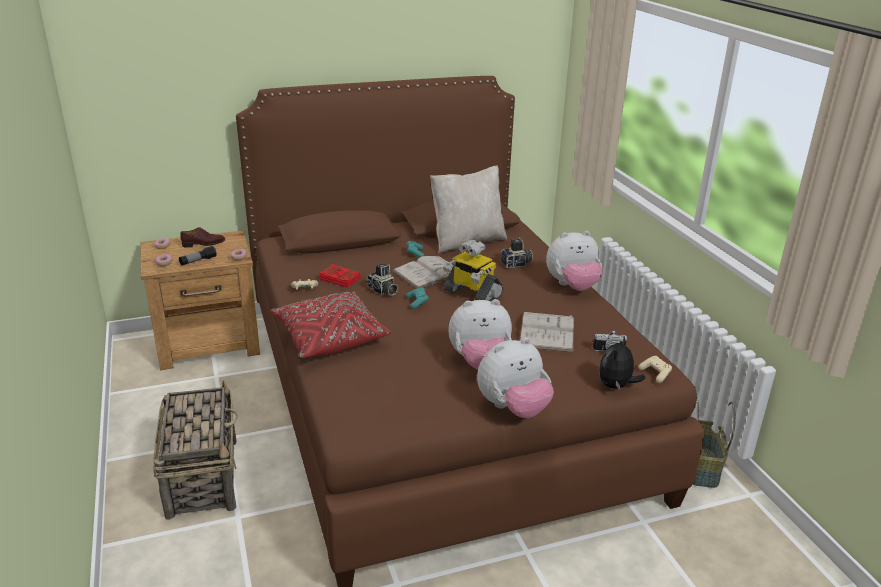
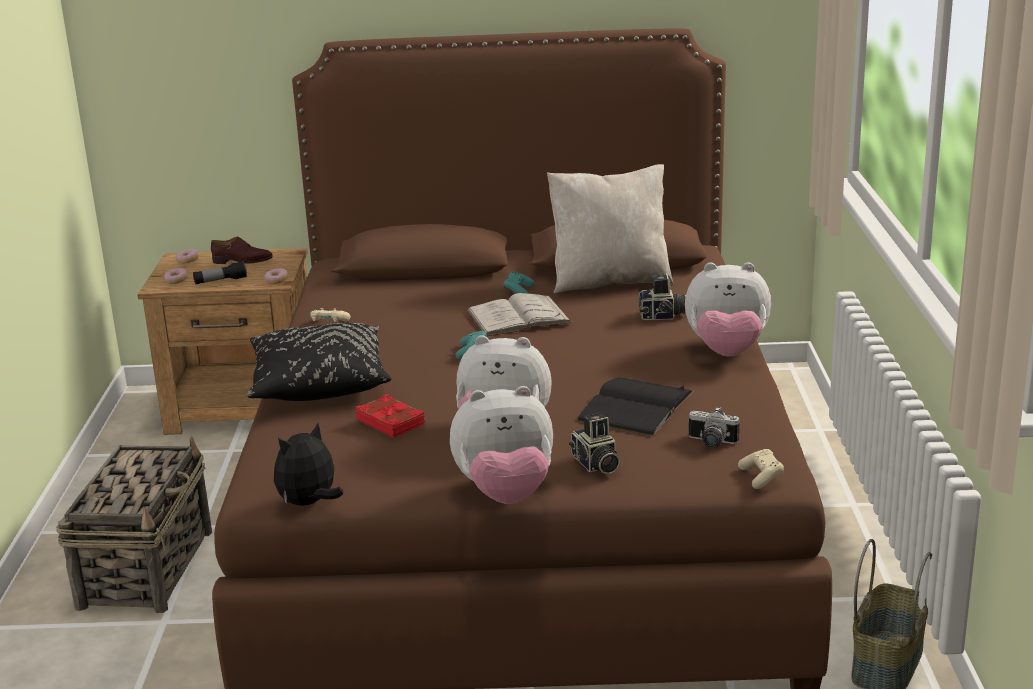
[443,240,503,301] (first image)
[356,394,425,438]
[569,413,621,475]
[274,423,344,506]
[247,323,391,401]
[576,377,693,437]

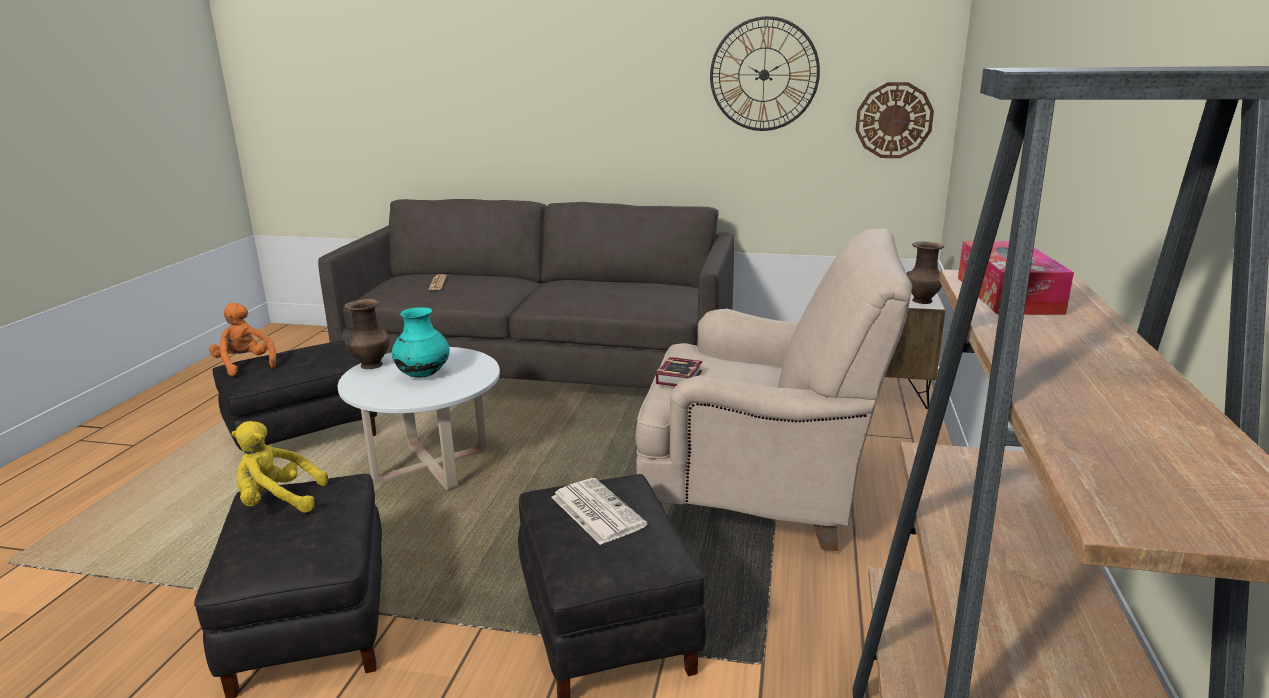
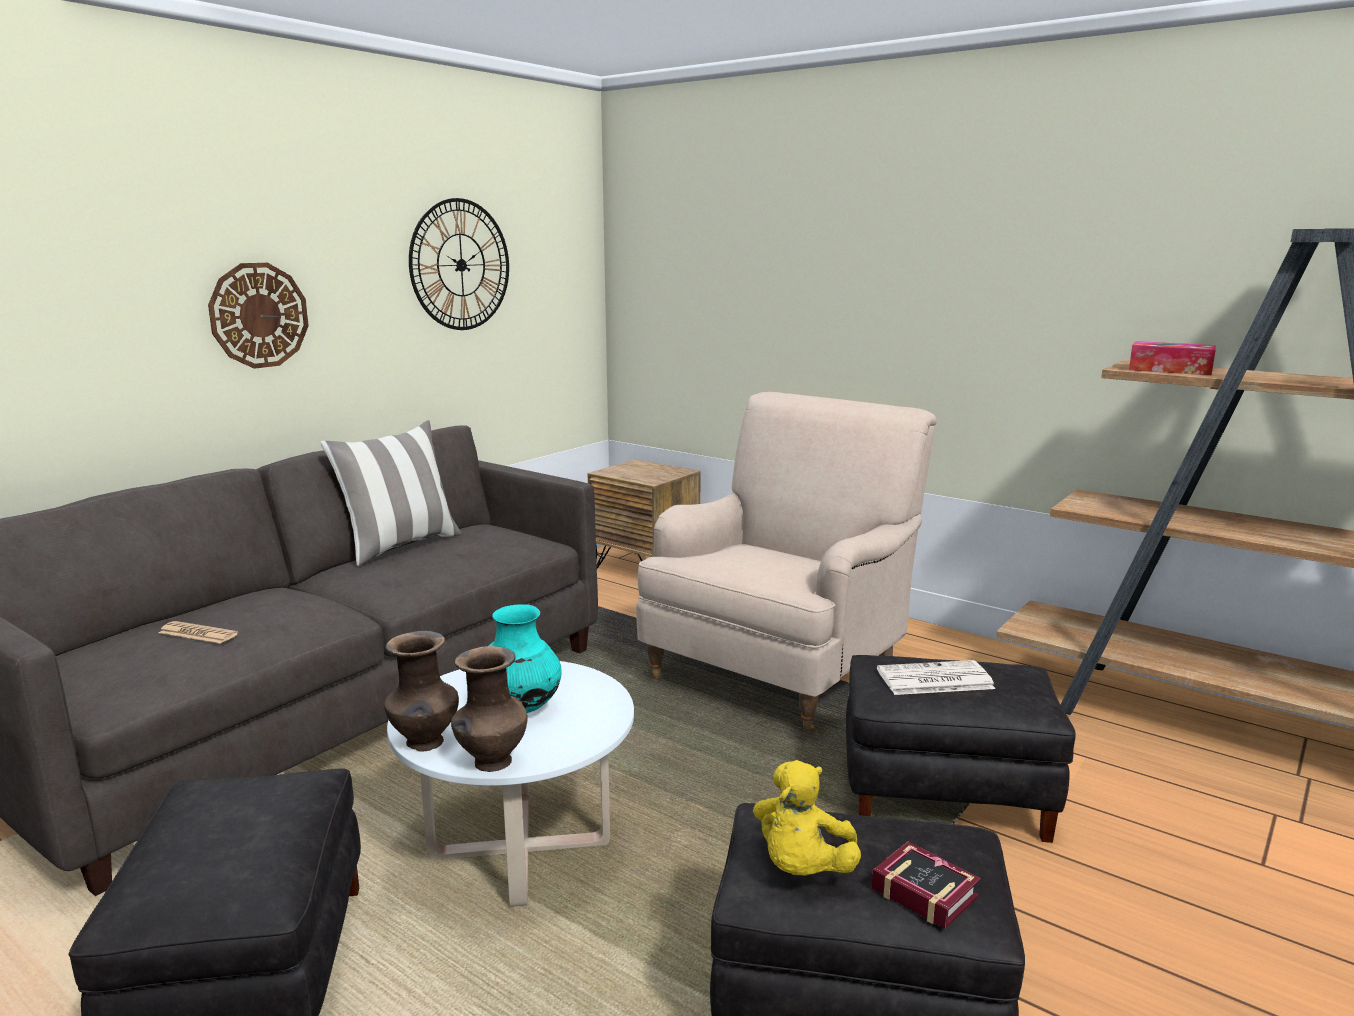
[209,303,276,376] (first image)
[320,420,462,566]
[872,842,981,929]
[208,263,309,369]
[451,646,527,772]

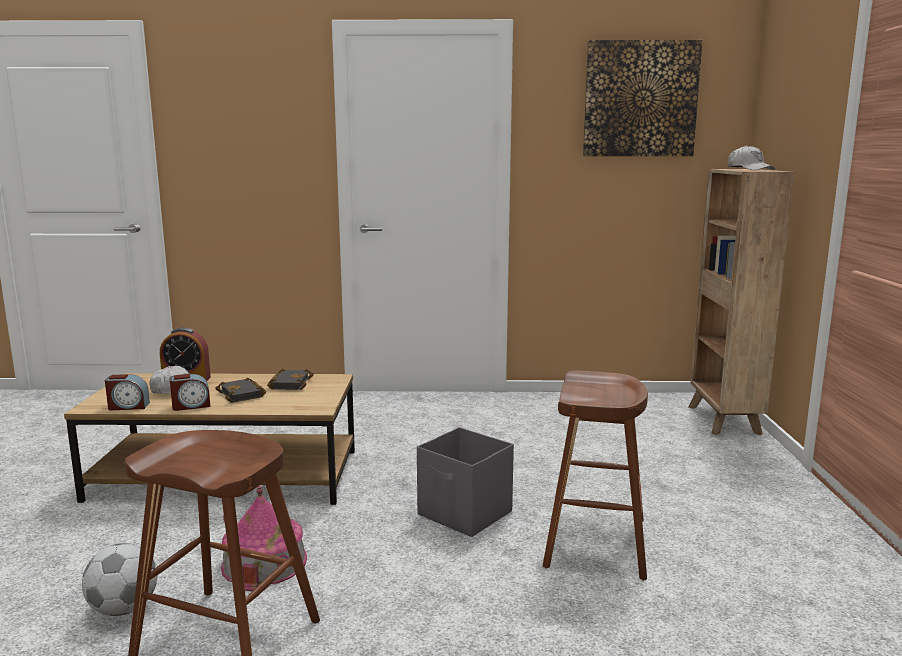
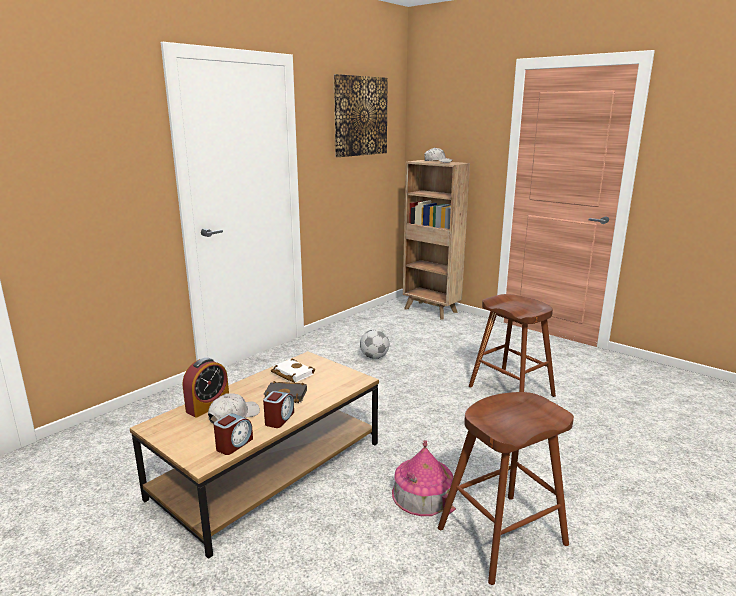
[417,427,514,537] (first image)
[360,329,389,359]
[271,359,315,383]

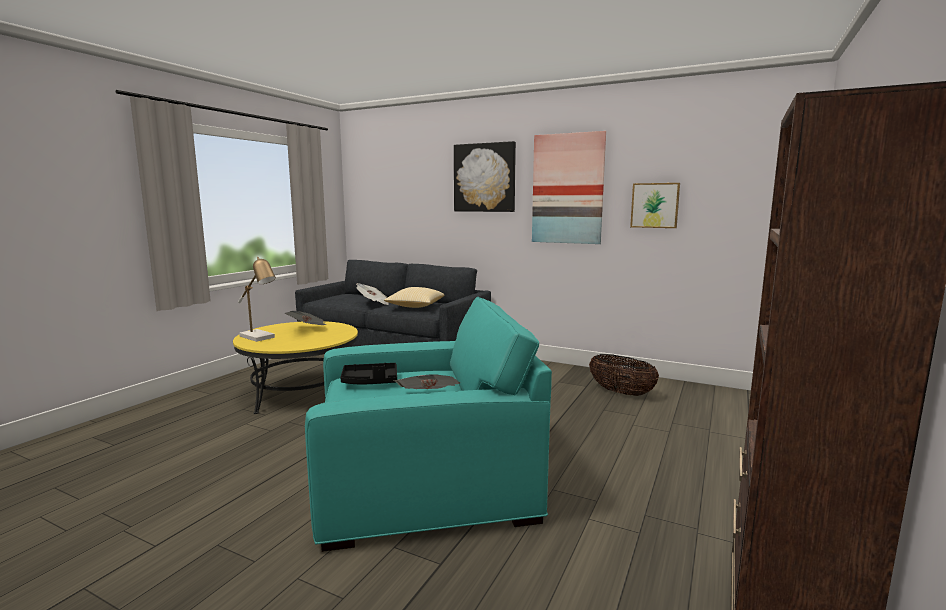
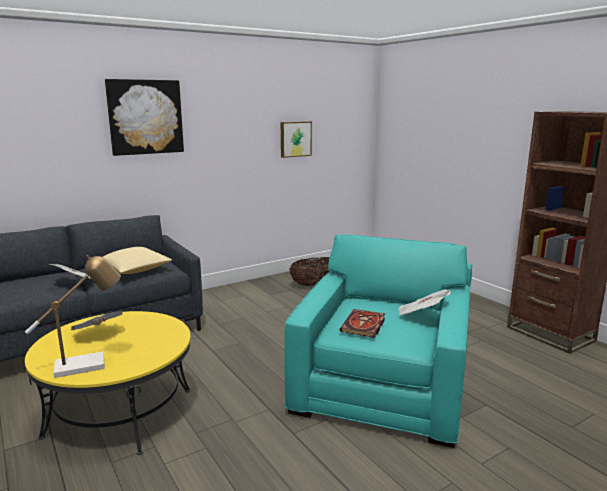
[532,131,606,244] (first image)
[340,309,385,338]

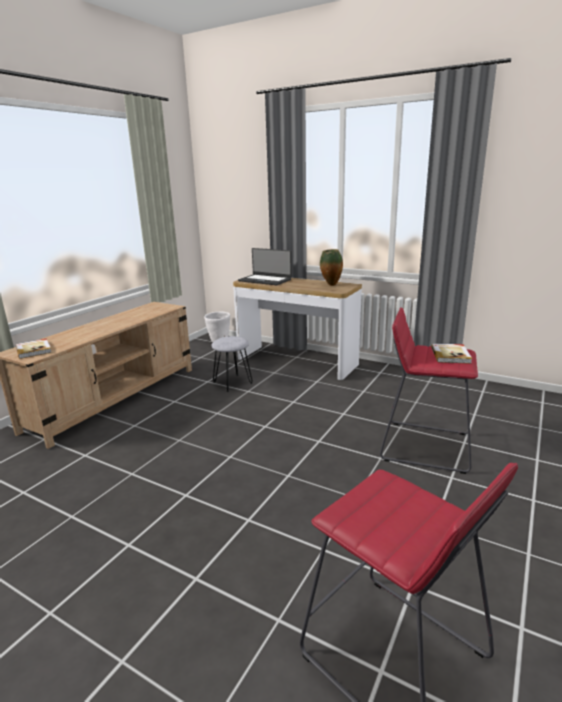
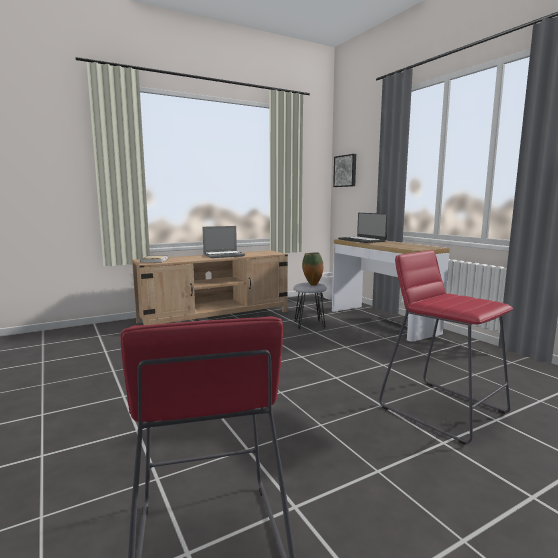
[431,343,472,364] (first image)
[203,226,245,258]
[333,154,356,187]
[302,253,323,286]

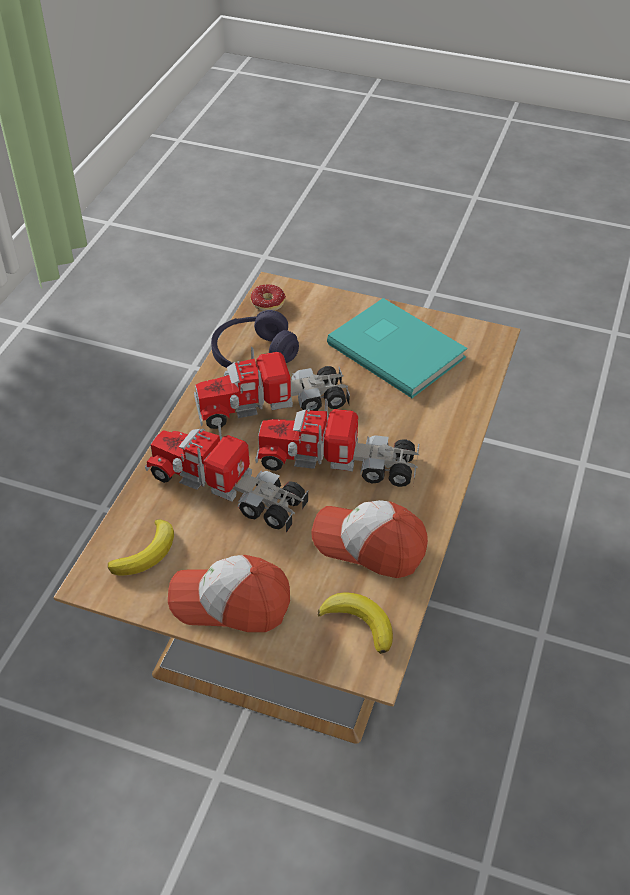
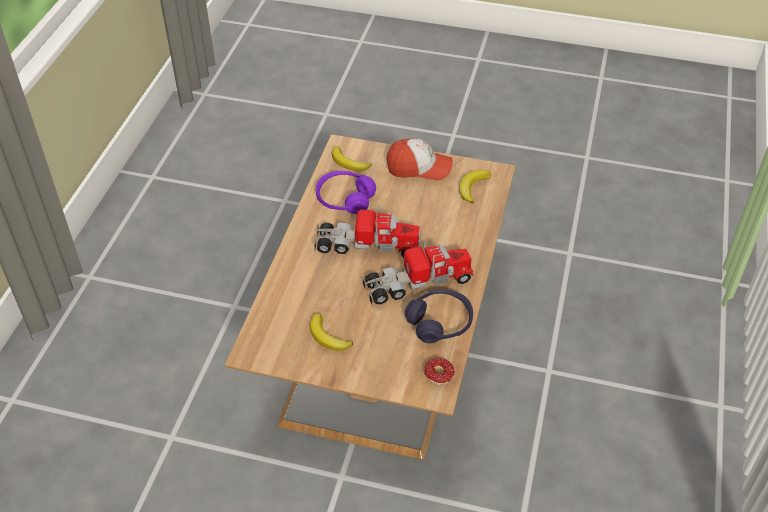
[145,423,309,533] (first image)
[316,171,376,214]
[310,313,353,351]

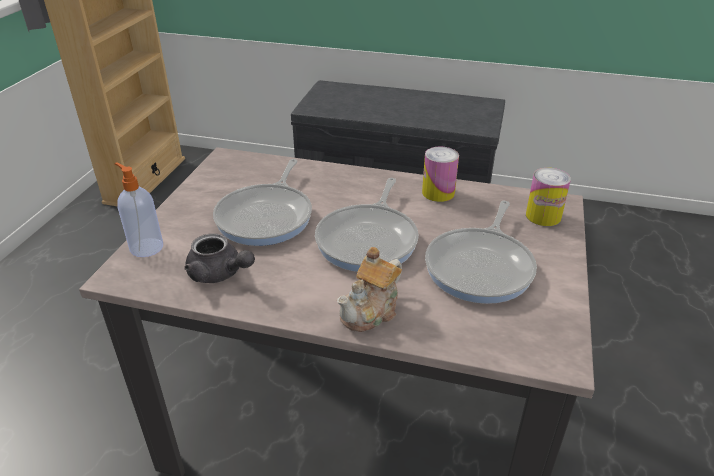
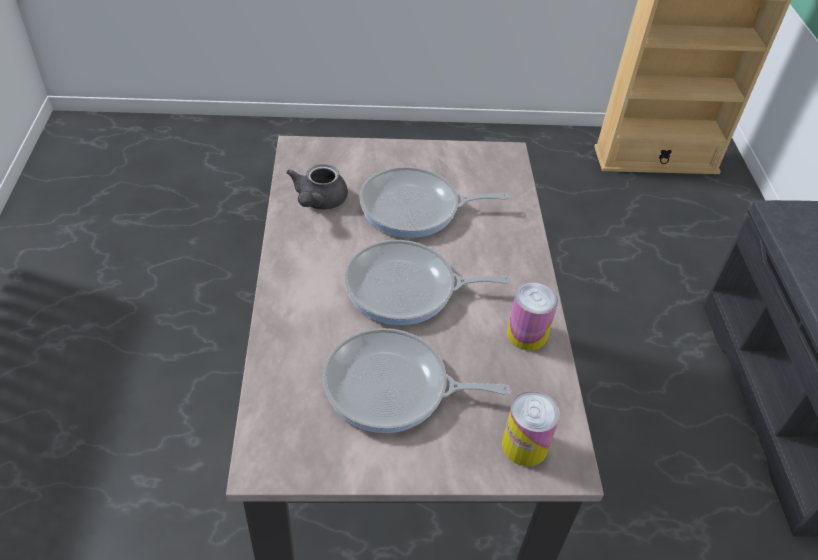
[115,162,163,257] (first image)
[337,247,402,332] (first image)

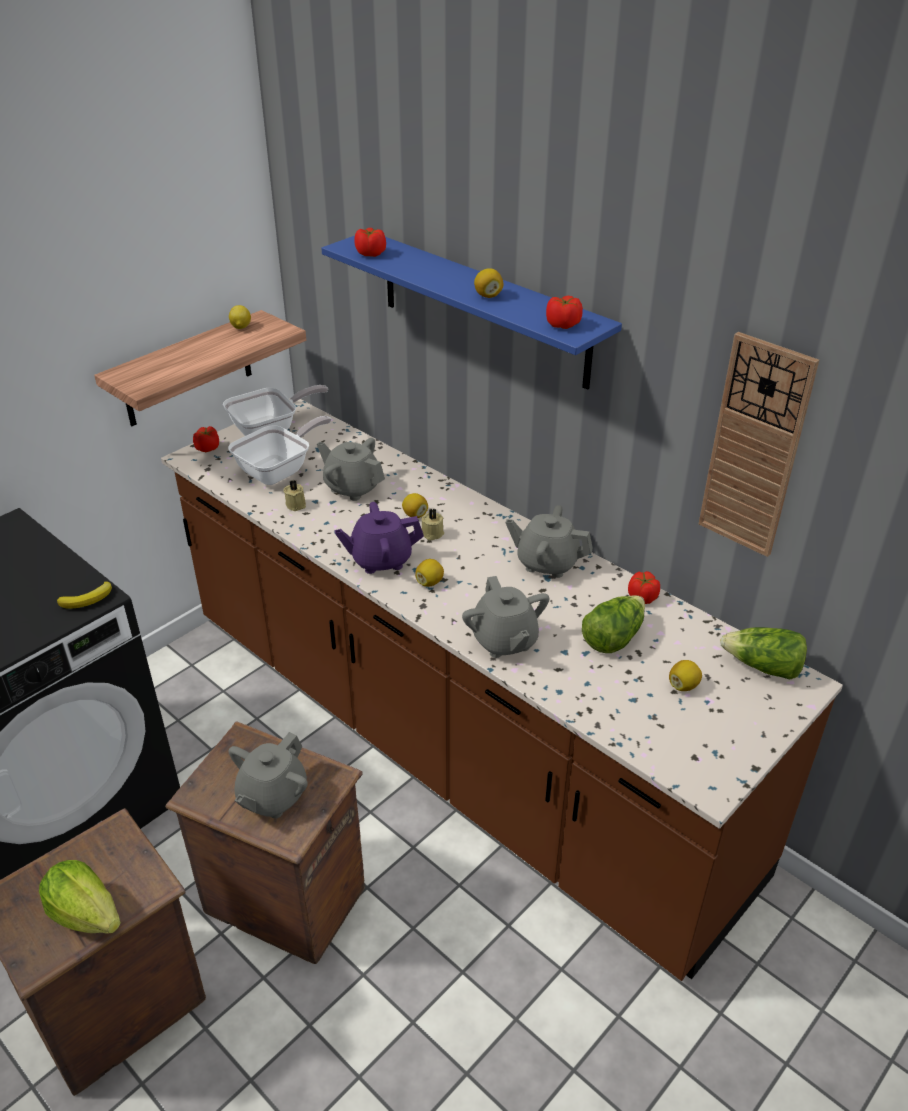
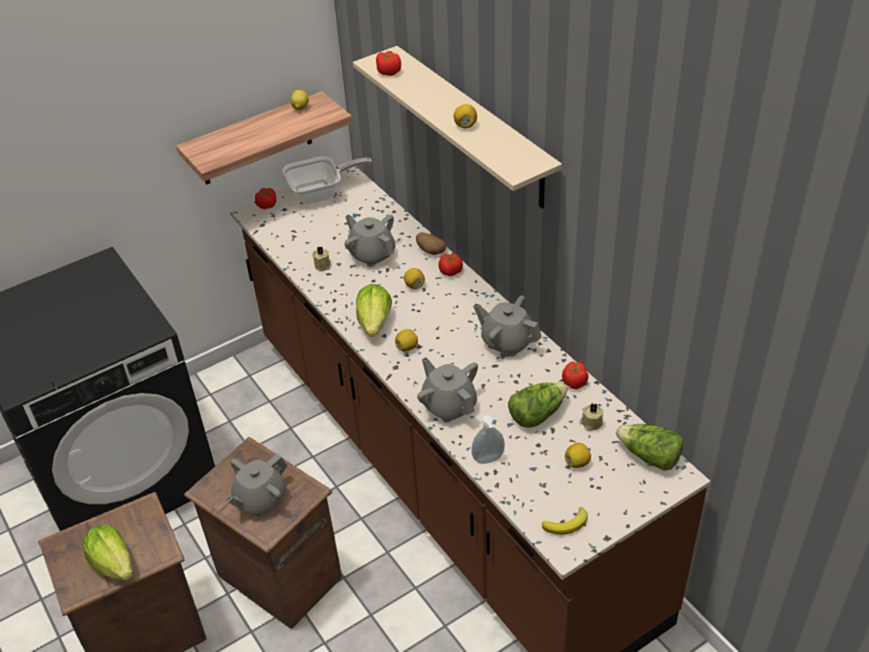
[228,416,331,485] (first image)
[699,332,819,557] (first image)
[416,232,446,255]
[471,415,505,464]
[542,507,588,535]
[580,403,603,431]
[438,254,463,276]
[356,284,392,337]
[353,46,562,208]
[417,357,478,422]

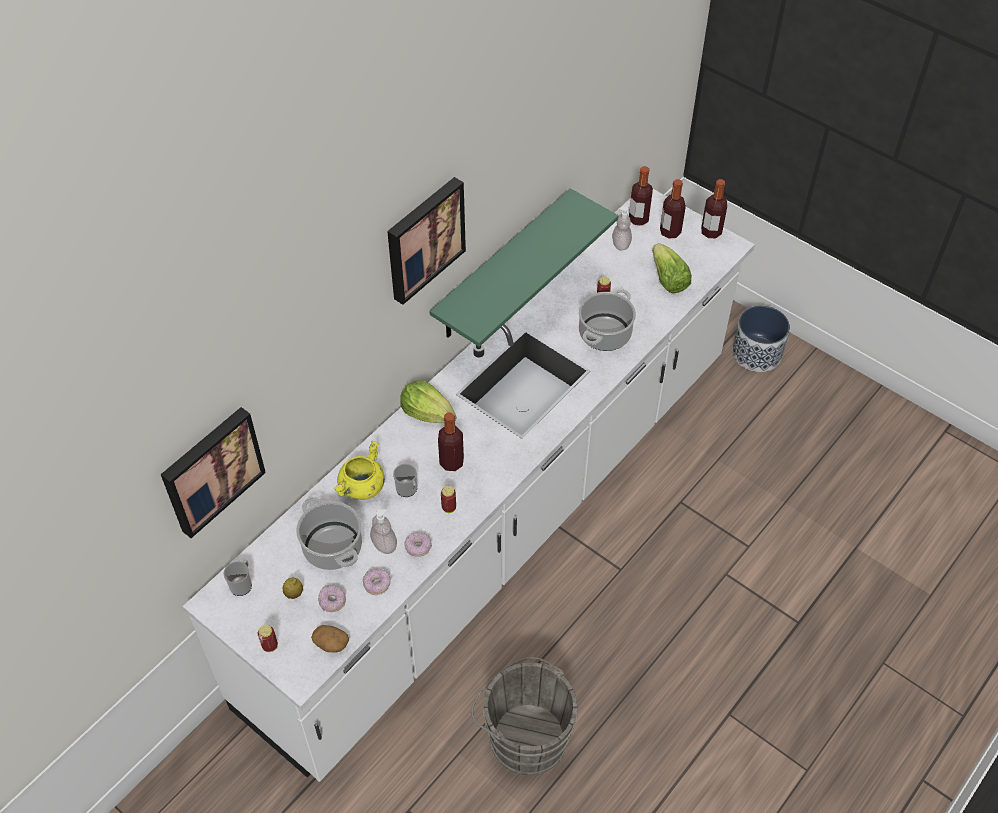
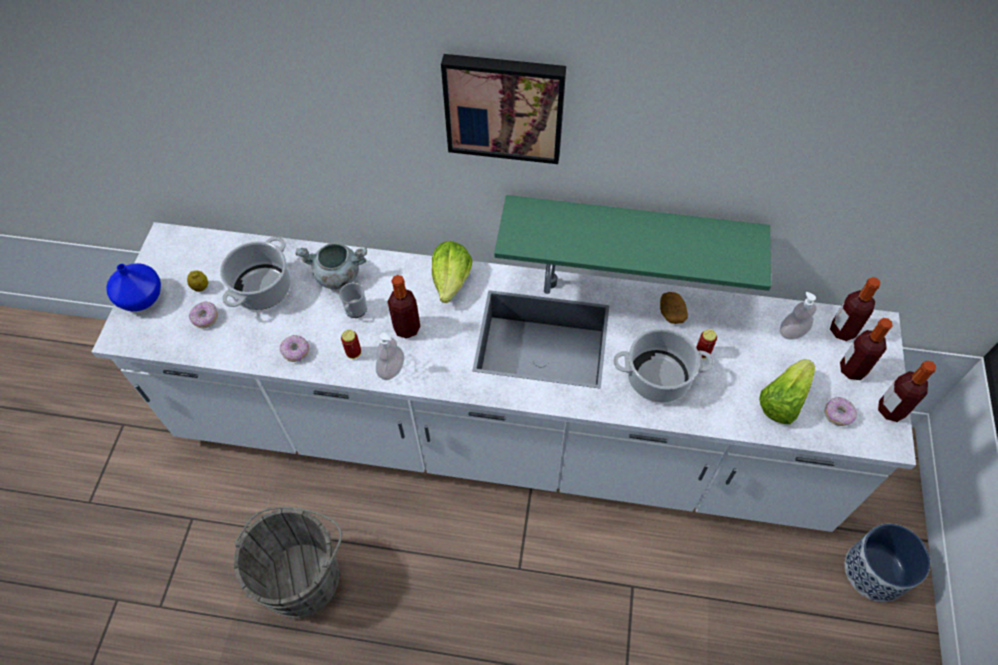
[161,407,266,538] (first image)
[224,560,252,596] (first image)
[660,292,688,324]
[825,397,857,426]
[376,333,404,380]
[106,263,161,311]
[296,243,367,289]

